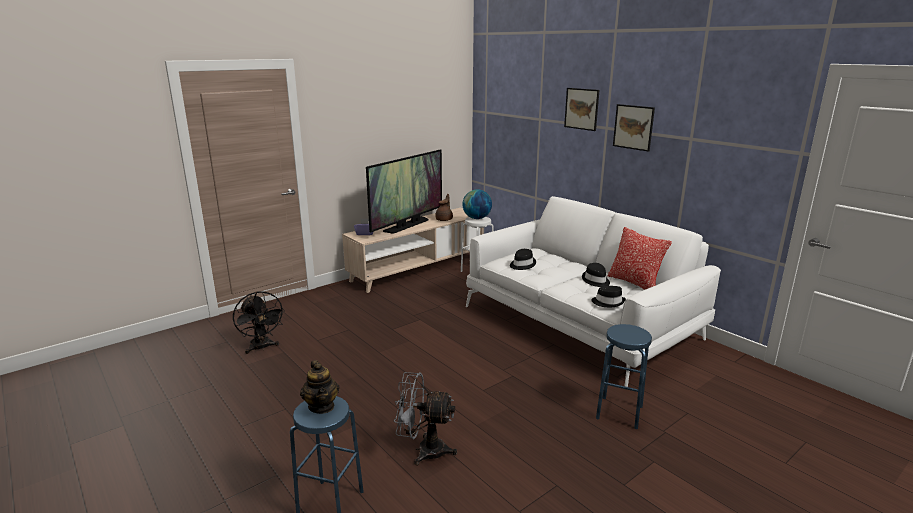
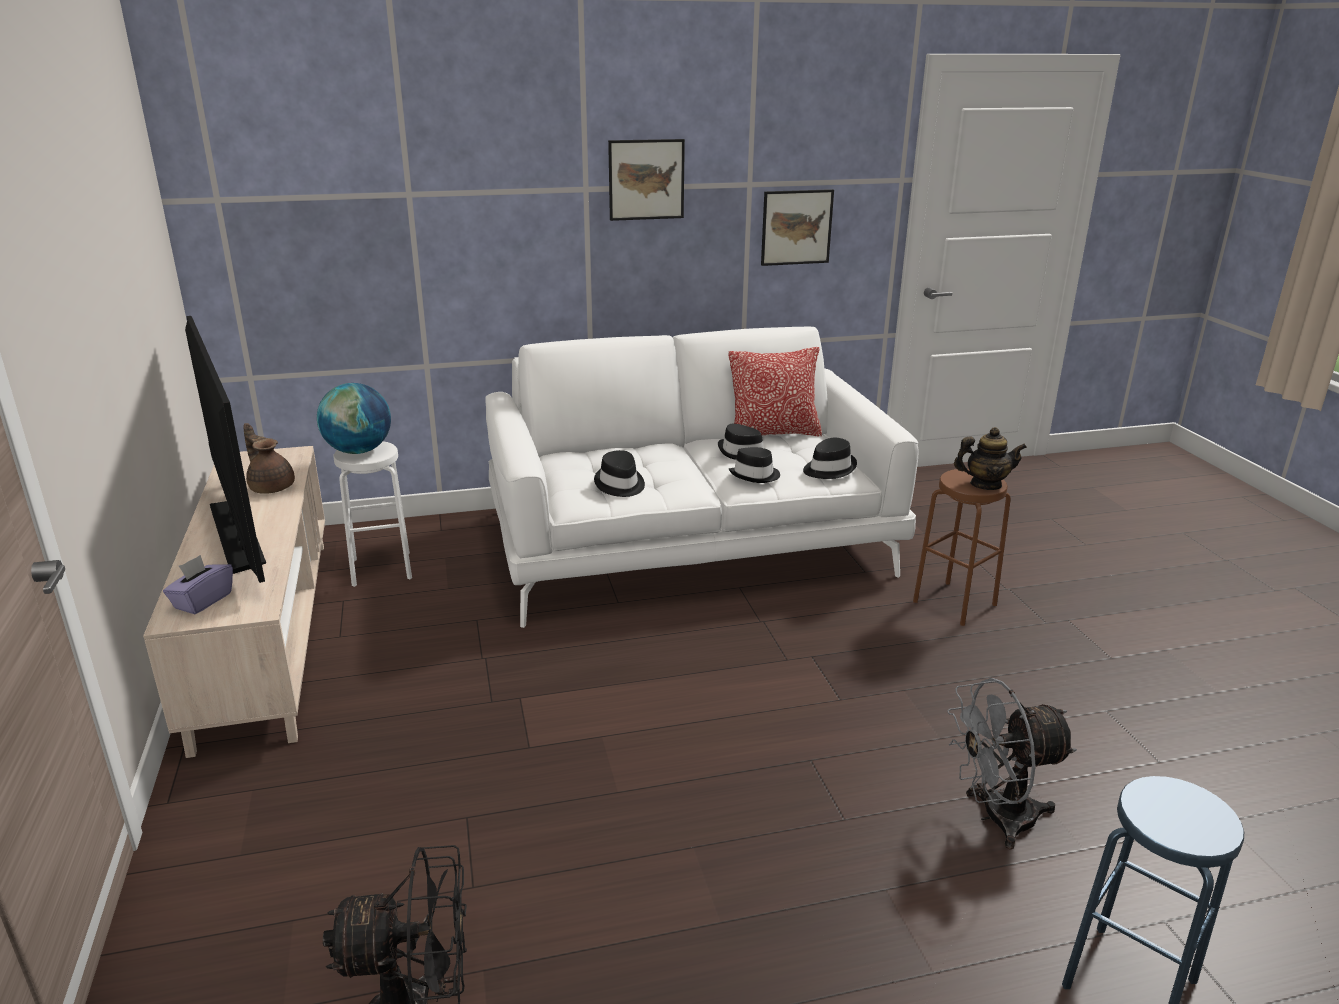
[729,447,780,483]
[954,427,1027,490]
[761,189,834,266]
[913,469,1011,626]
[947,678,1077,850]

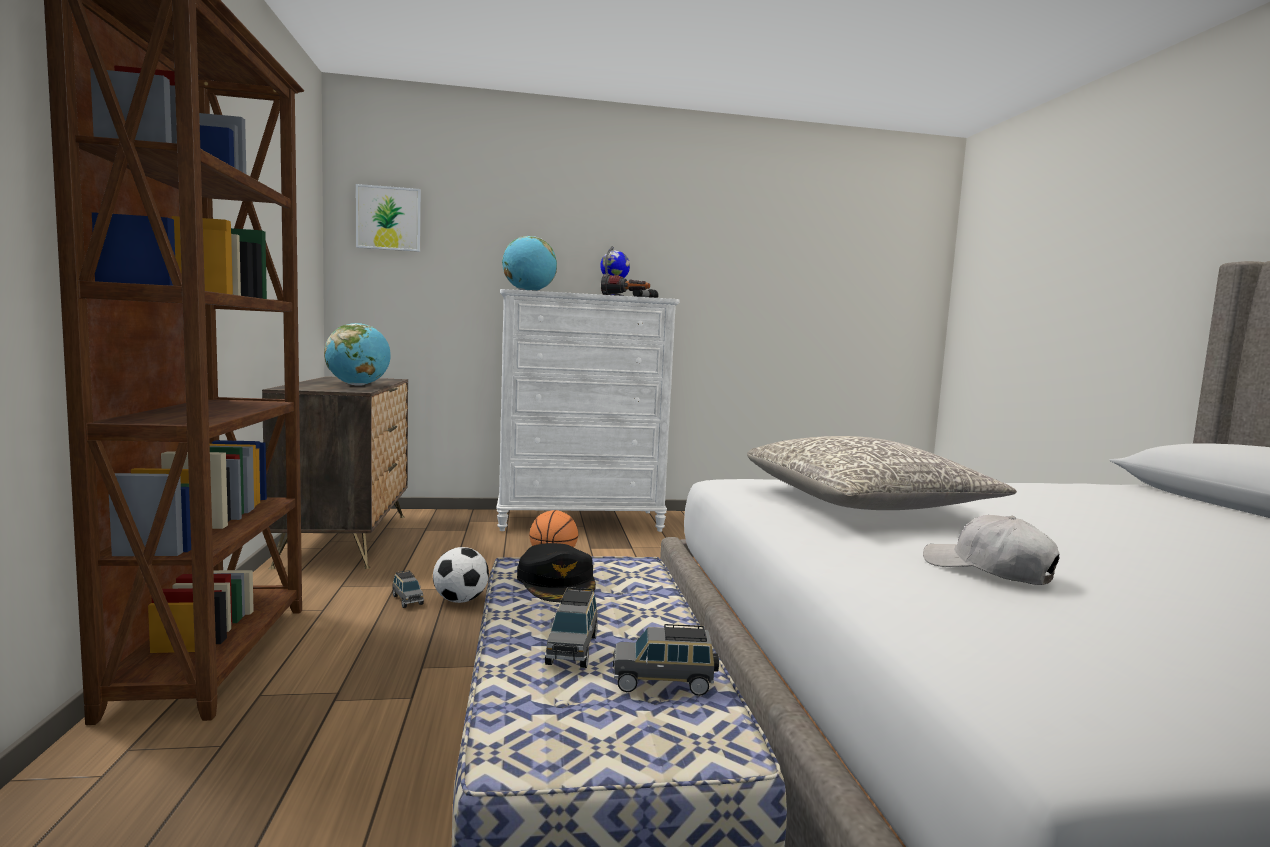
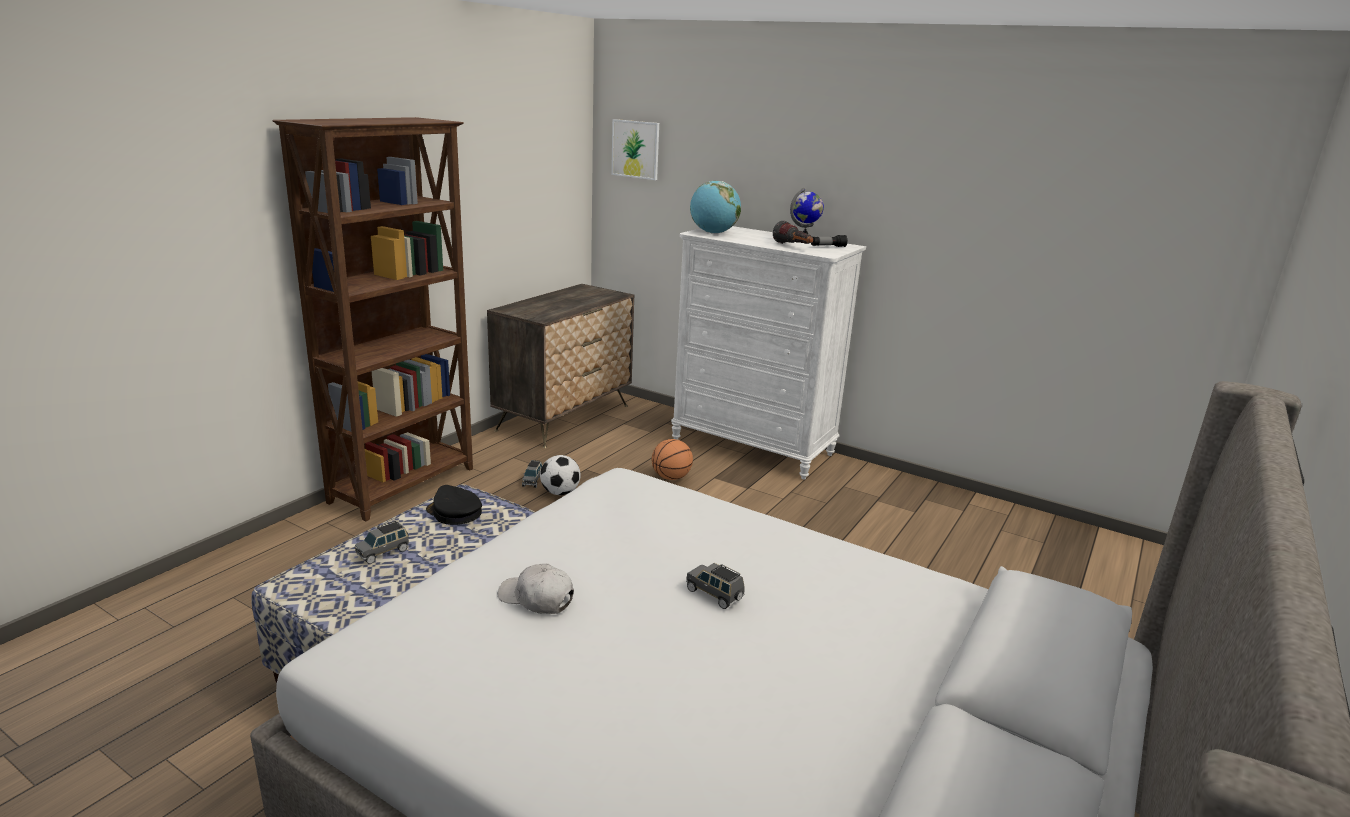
[324,323,391,386] (first image)
[747,436,1017,510] (first image)
[686,563,744,609]
[426,485,482,525]
[497,563,574,614]

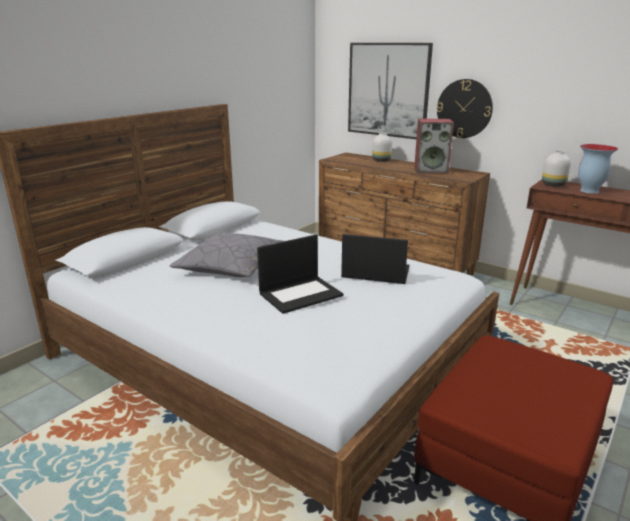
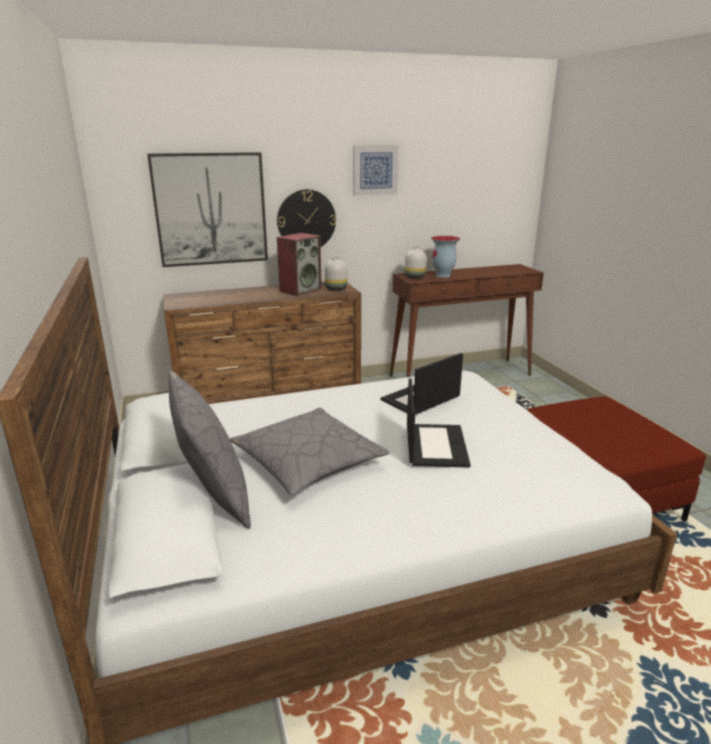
[168,369,251,529]
[353,145,399,196]
[325,257,347,291]

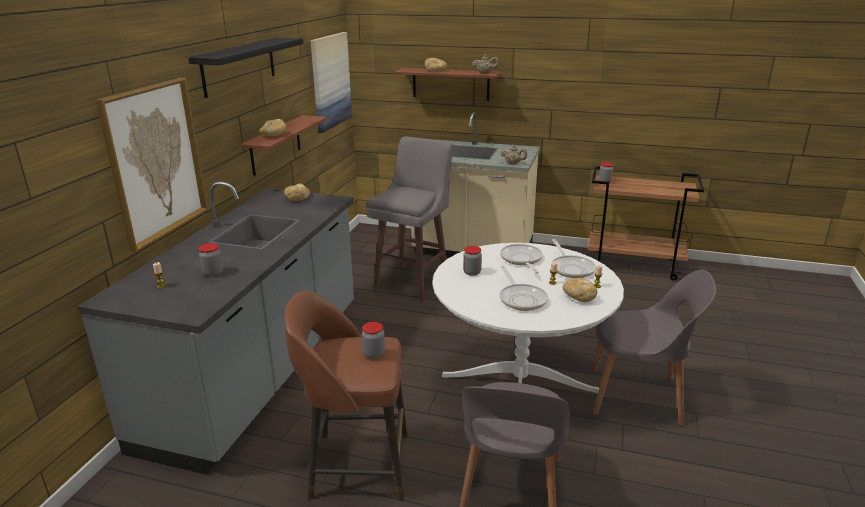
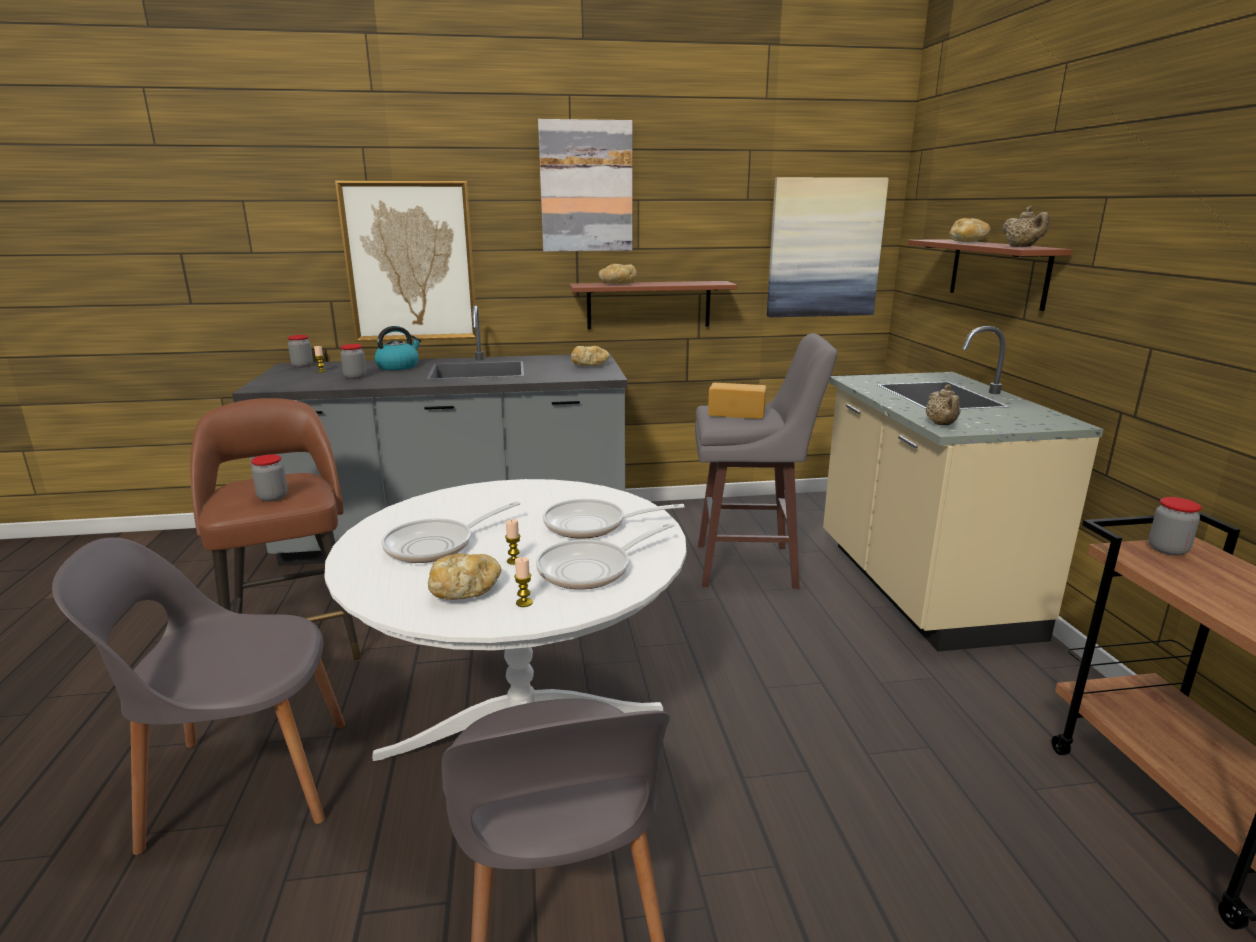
[374,326,422,370]
[708,383,767,419]
[288,335,313,368]
[538,119,632,252]
[543,499,685,539]

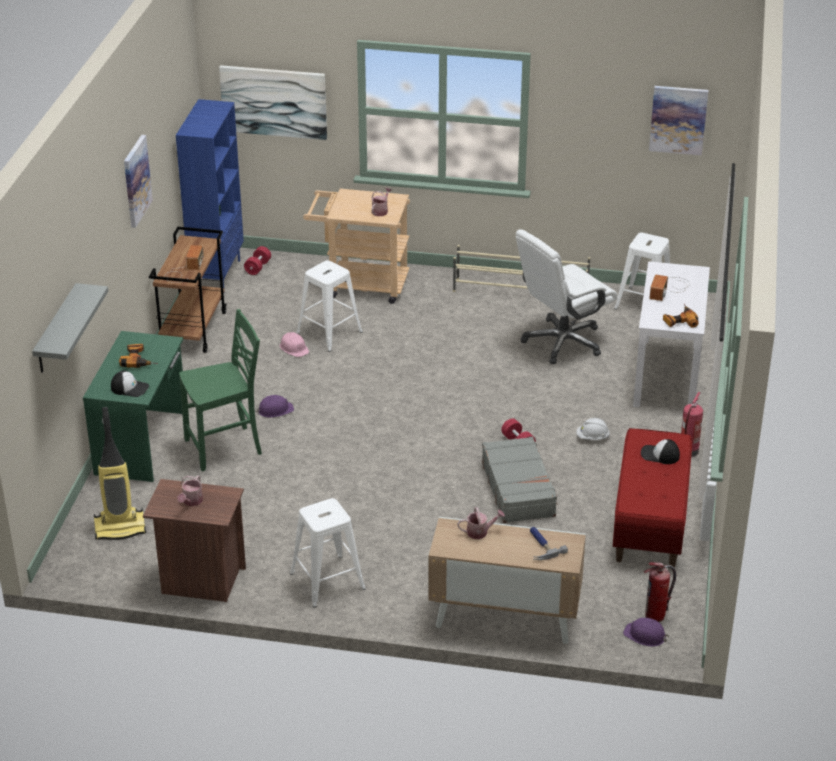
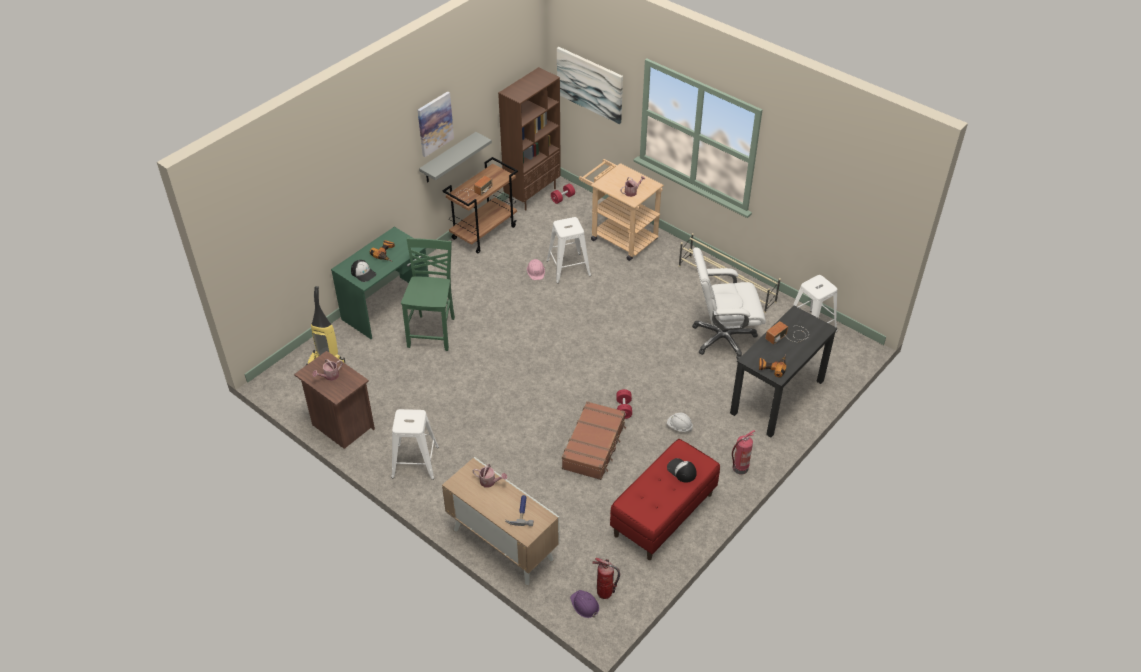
[256,395,294,418] (first image)
[649,86,709,155] (first image)
[419,132,492,183]
[498,67,561,211]
[562,401,626,480]
[730,305,837,438]
[401,237,455,351]

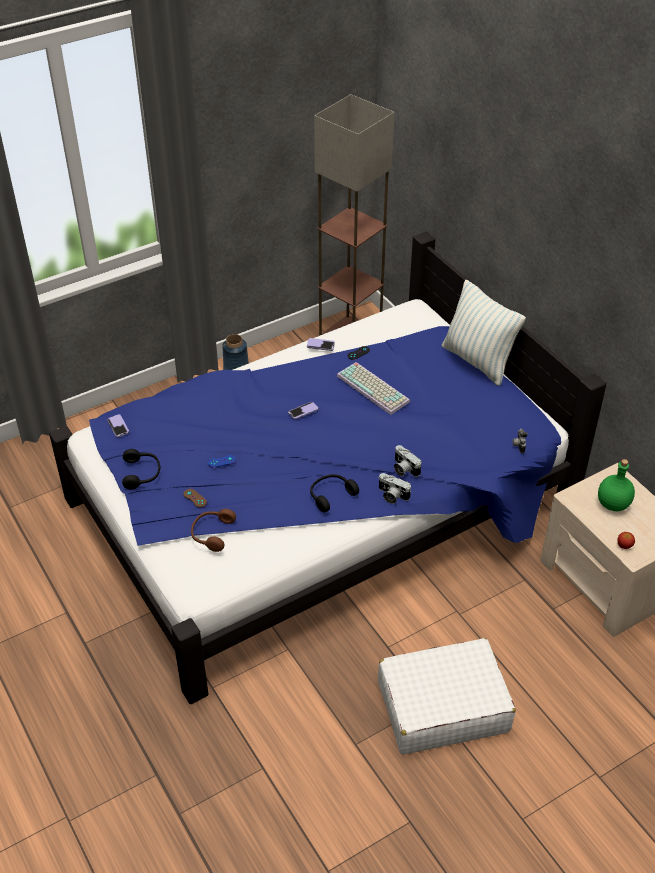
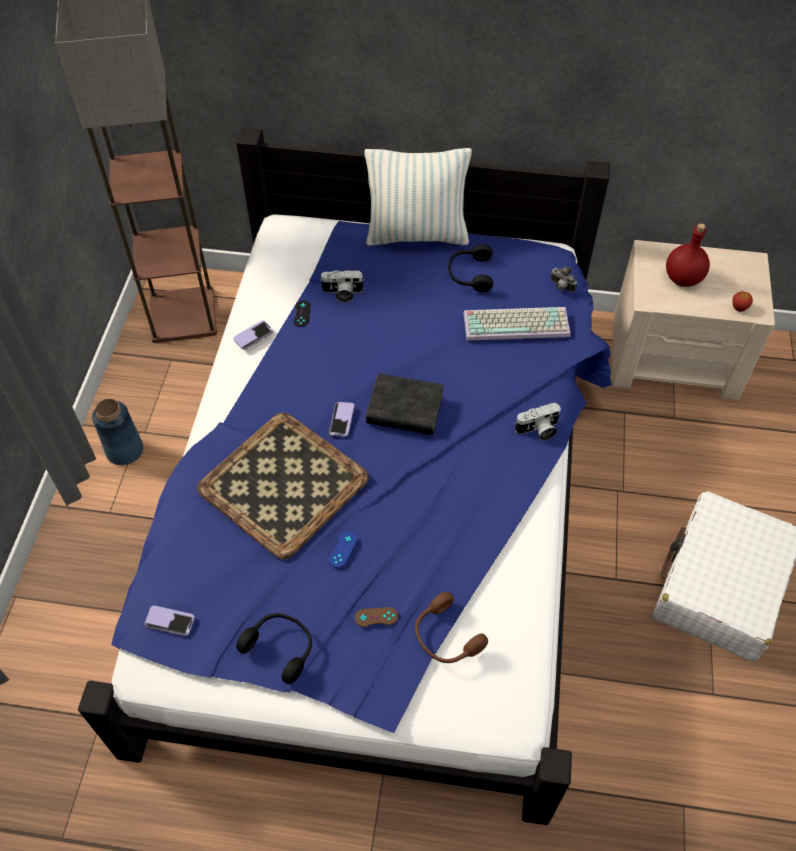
[197,413,369,559]
[366,373,444,435]
[448,244,493,292]
[464,307,571,341]
[321,270,364,302]
[666,223,710,287]

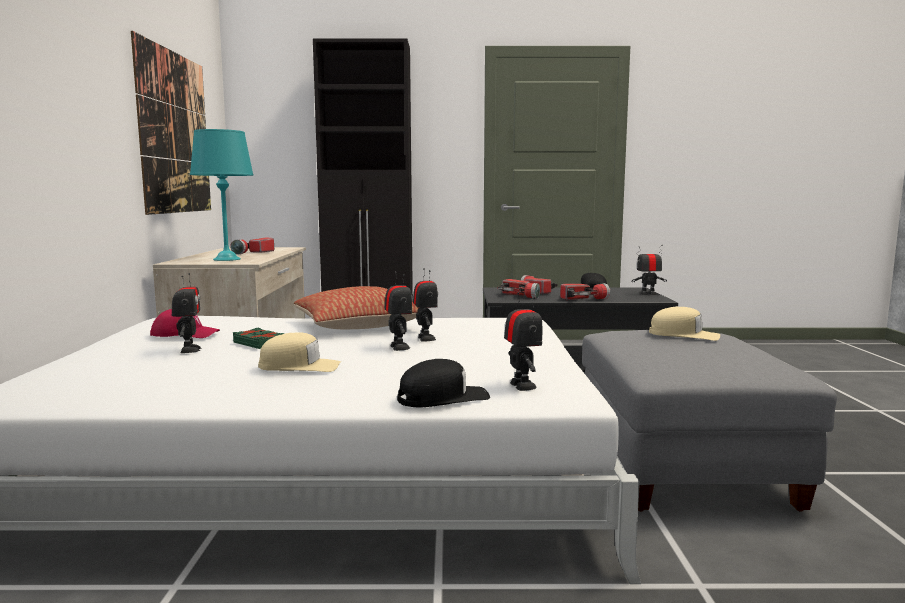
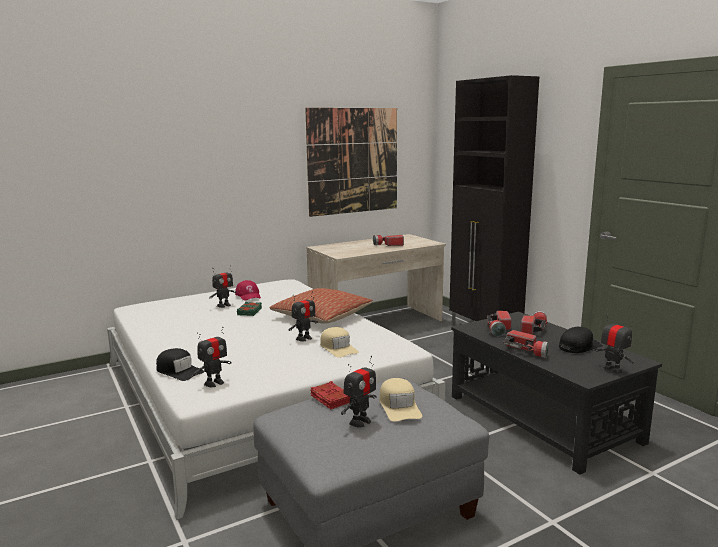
[190,129,253,261] (first image)
[310,381,350,409]
[320,327,359,358]
[341,356,376,428]

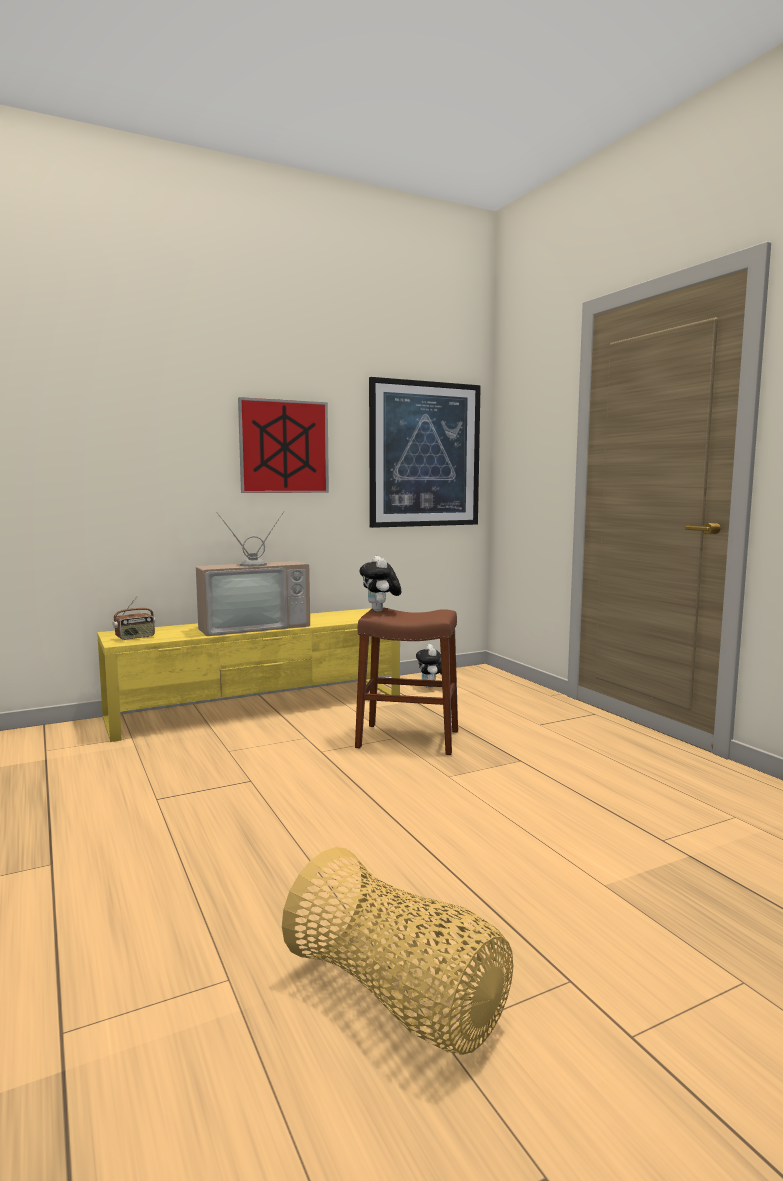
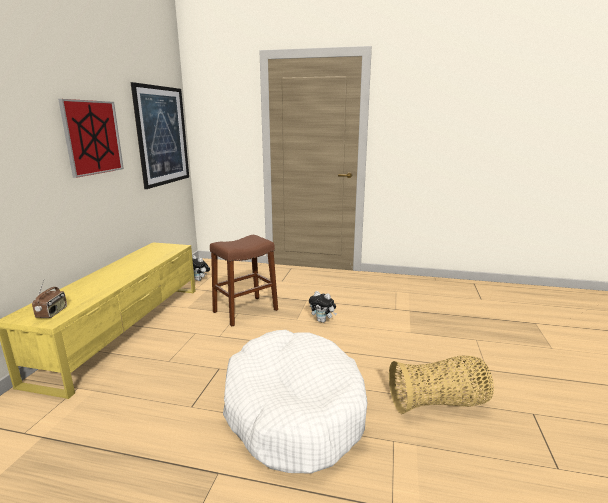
[196,511,310,636] (first image)
[223,330,368,474]
[309,291,337,323]

